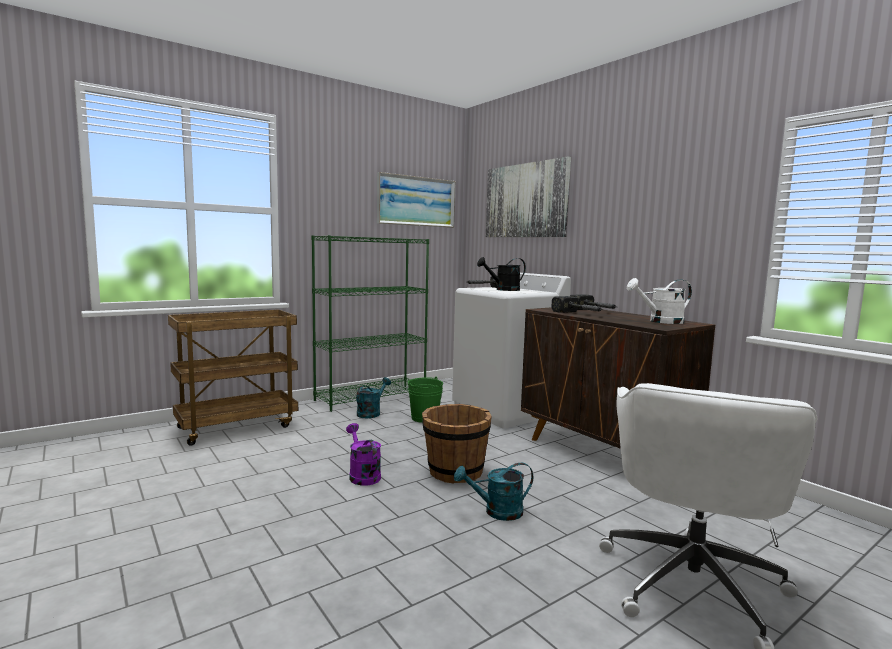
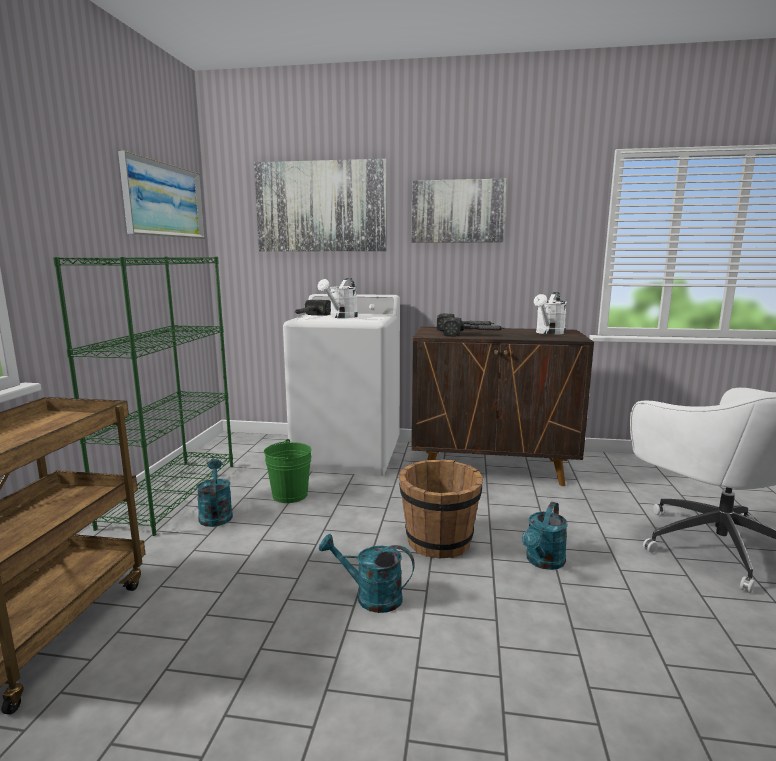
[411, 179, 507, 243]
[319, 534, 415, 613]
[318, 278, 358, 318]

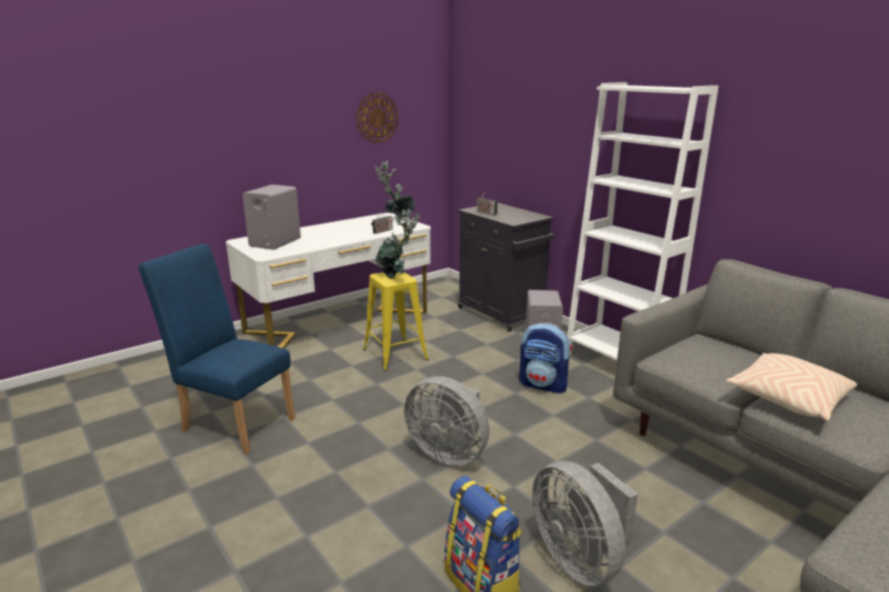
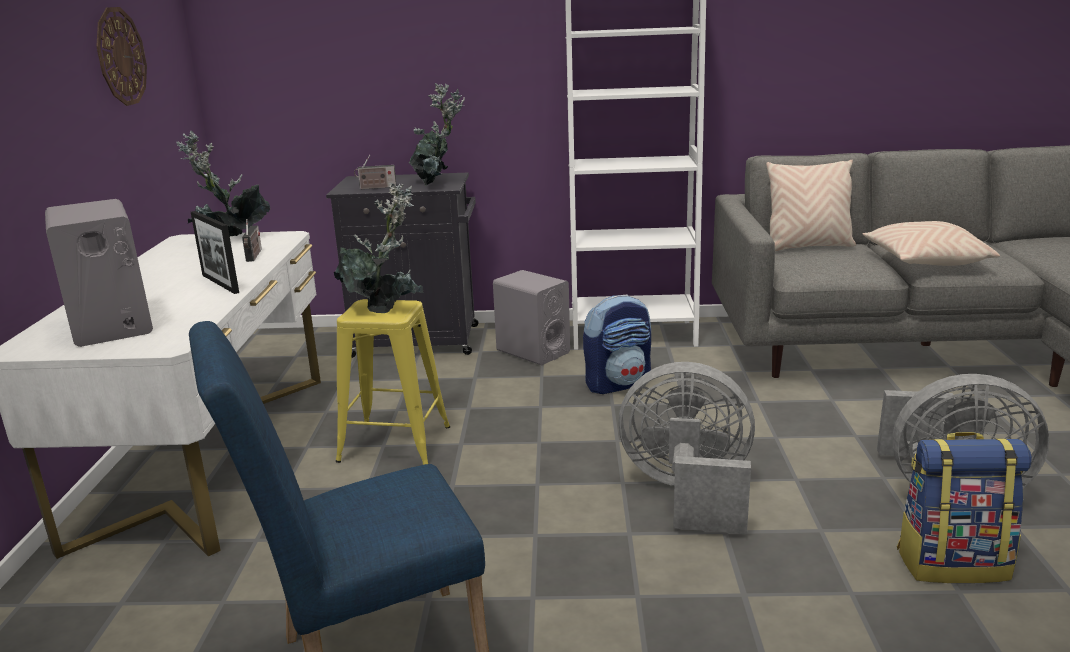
[191, 211, 239, 294]
[409, 83, 465, 186]
[766, 160, 856, 251]
[618, 362, 755, 535]

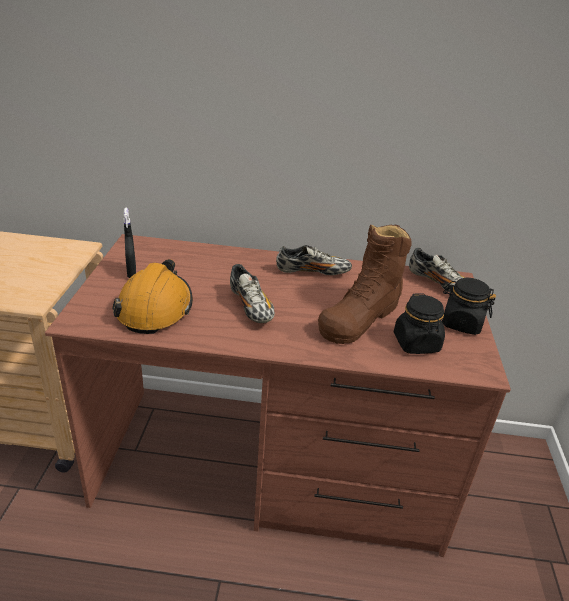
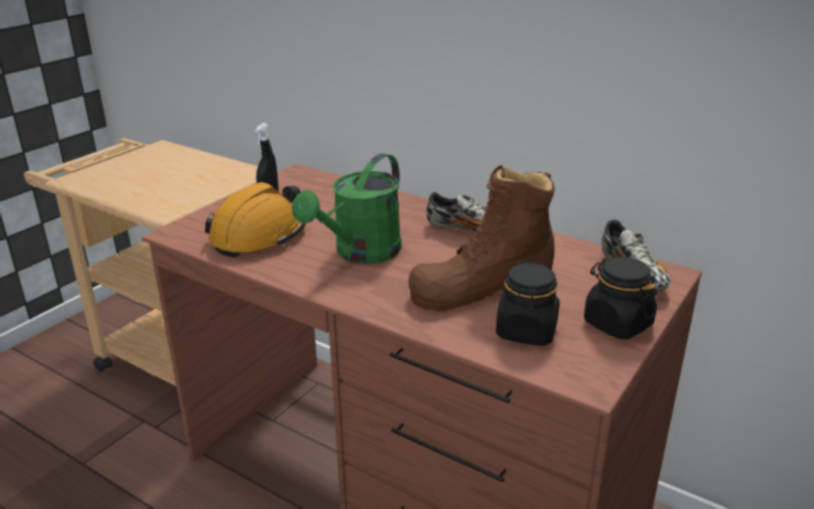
[292, 153, 402, 264]

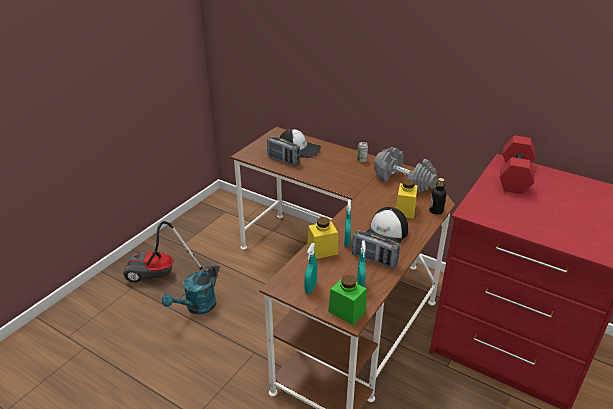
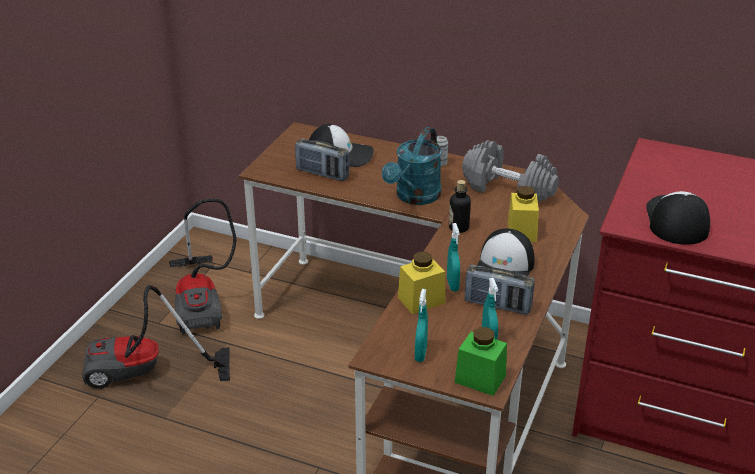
[500, 135, 535, 194] (first image)
[169, 199, 236, 334]
[646, 191, 710, 245]
[382, 127, 442, 205]
[449, 180, 471, 233]

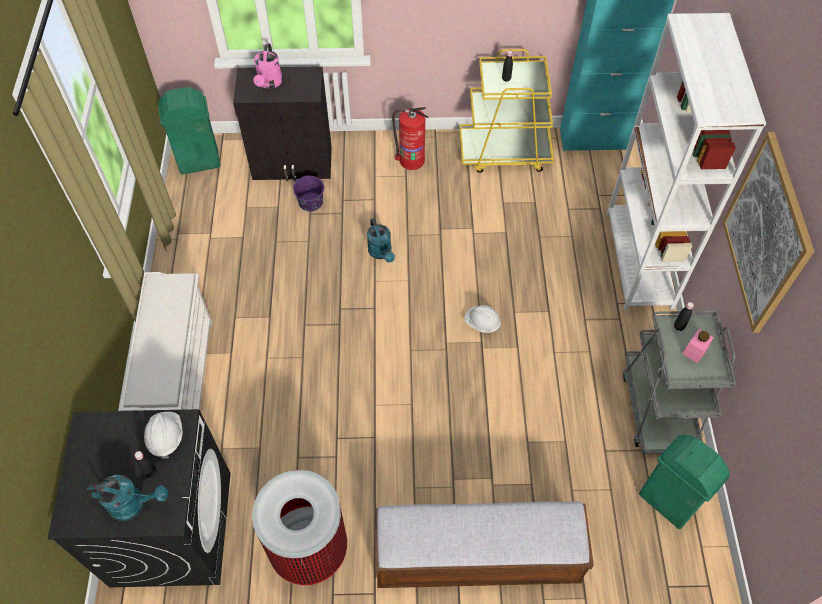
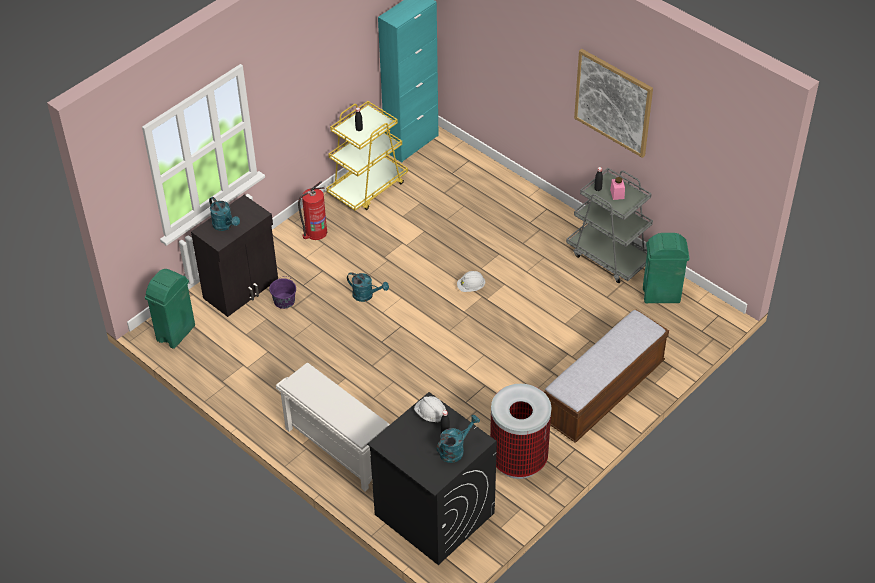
[607, 13, 766, 310] (first image)
[209, 197, 240, 231]

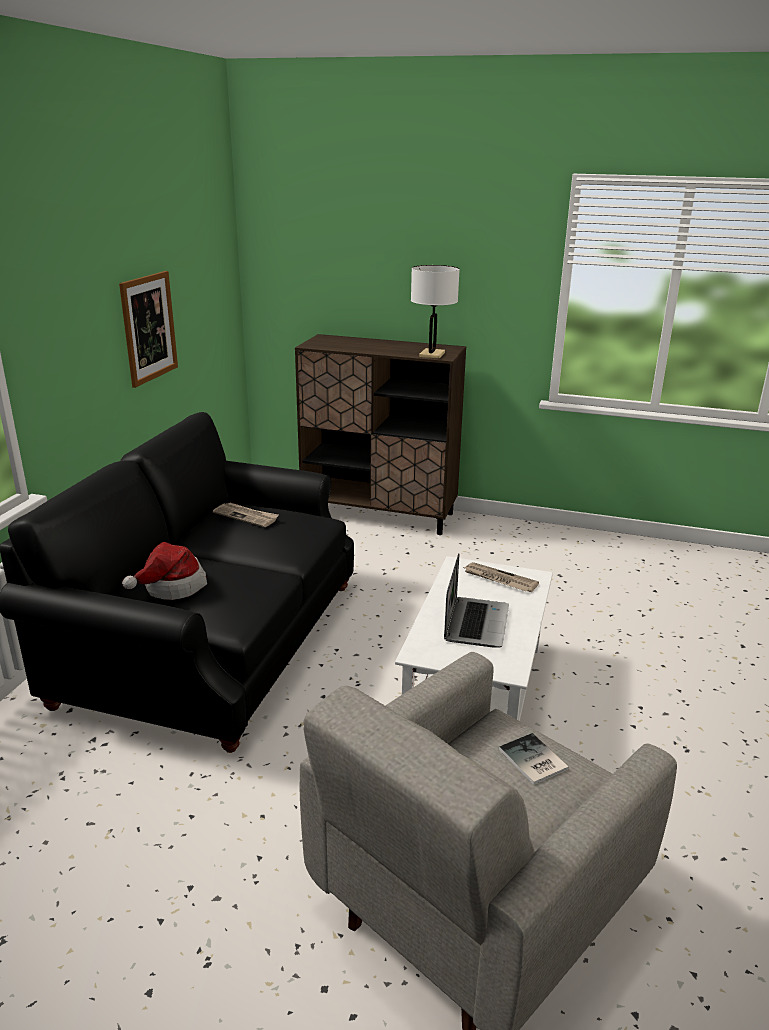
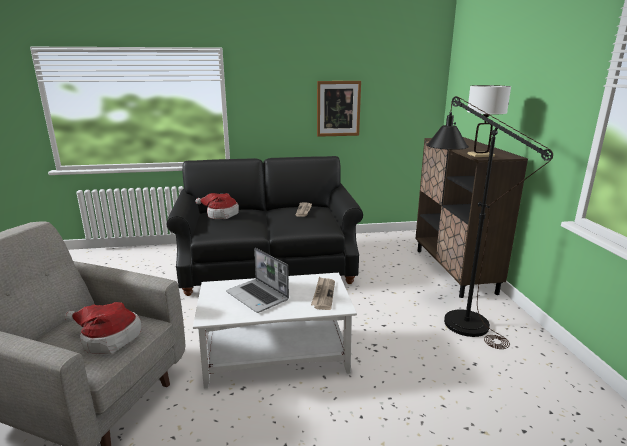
[426, 96, 553, 349]
[64, 302, 141, 354]
[226, 248, 289, 313]

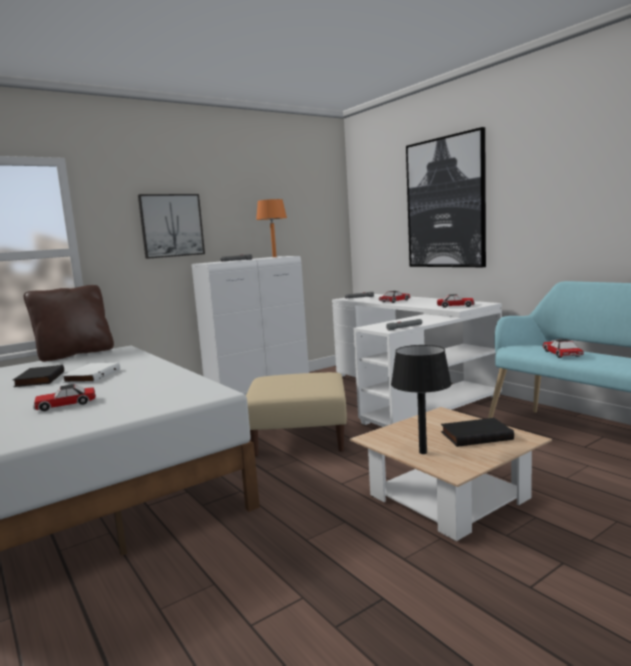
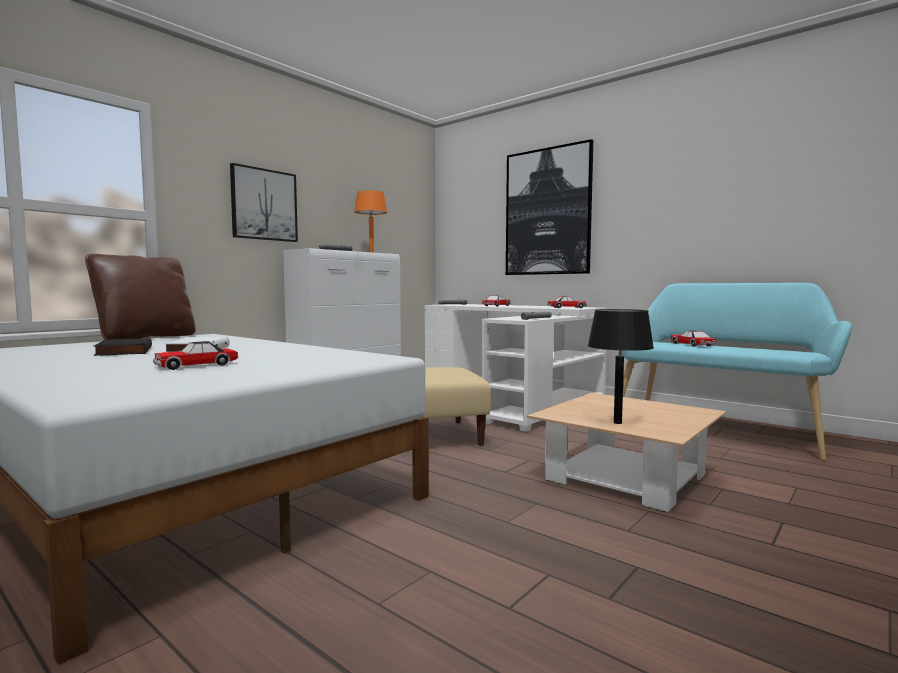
[441, 418, 514, 447] (first image)

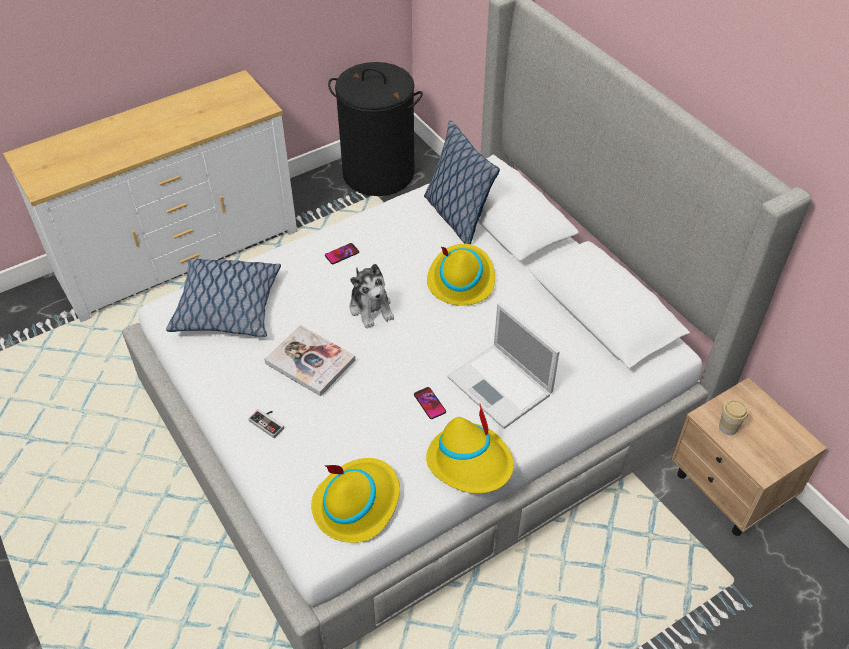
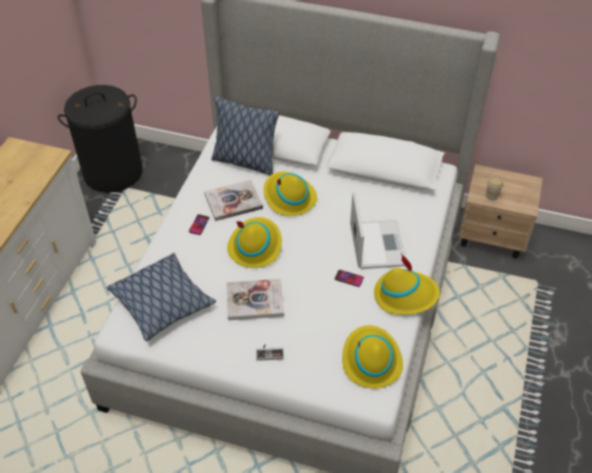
[204, 180, 263, 221]
[227, 217, 282, 268]
[350, 192, 406, 269]

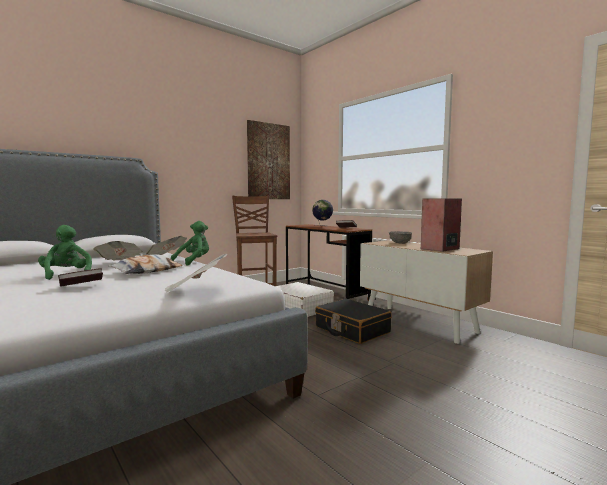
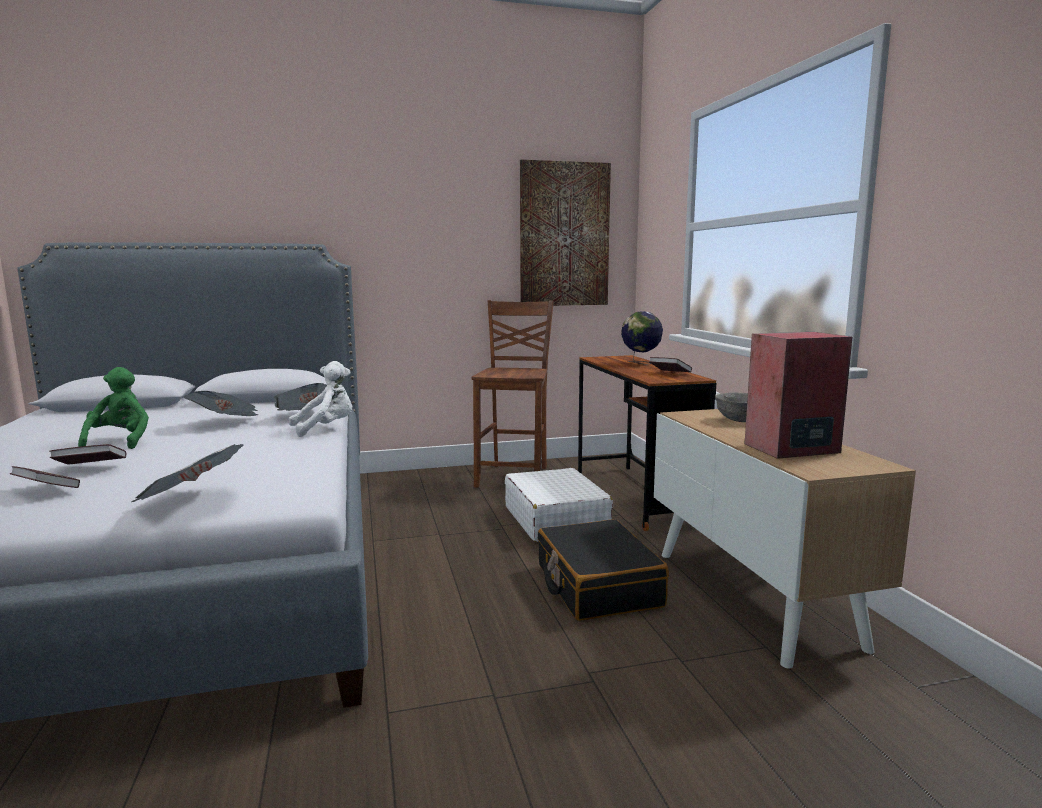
[108, 254, 183, 274] (first image)
[10, 466, 80, 488]
[289, 361, 352, 437]

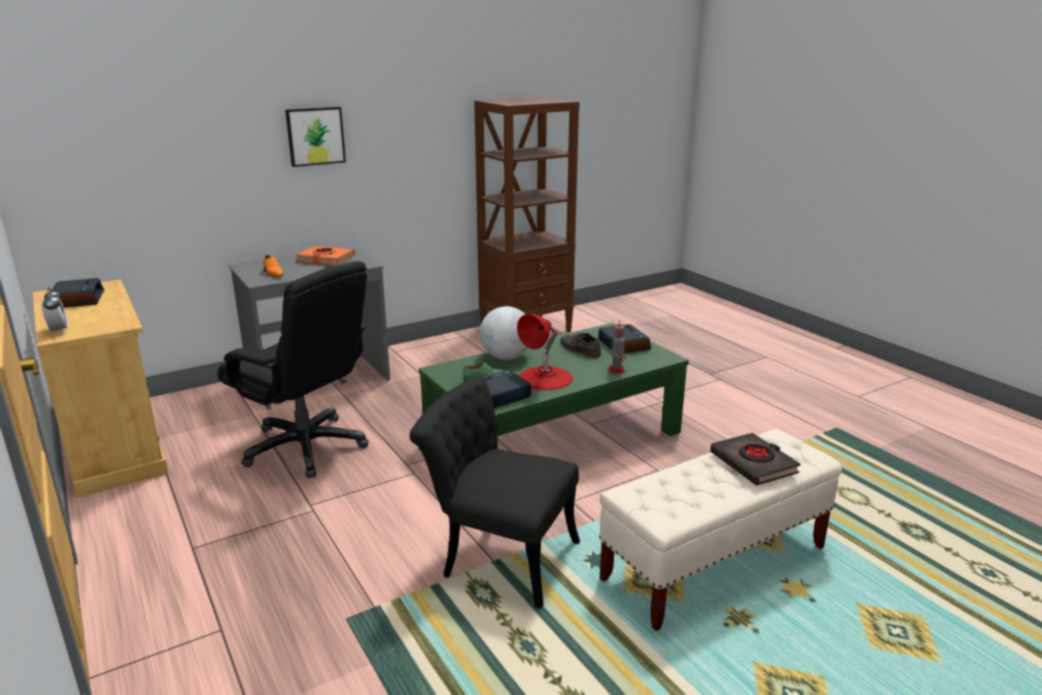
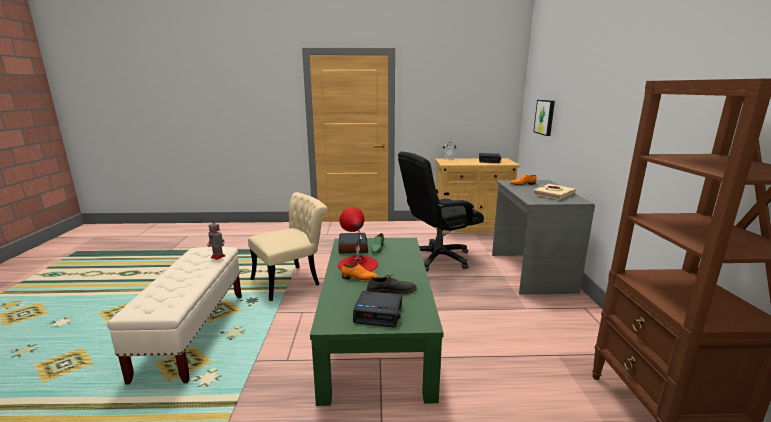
[480, 306, 528, 360] (first image)
[710, 433, 801, 486] (first image)
[341, 264, 378, 281]
[533, 100, 555, 136]
[207, 220, 226, 260]
[533, 184, 576, 200]
[248, 192, 328, 301]

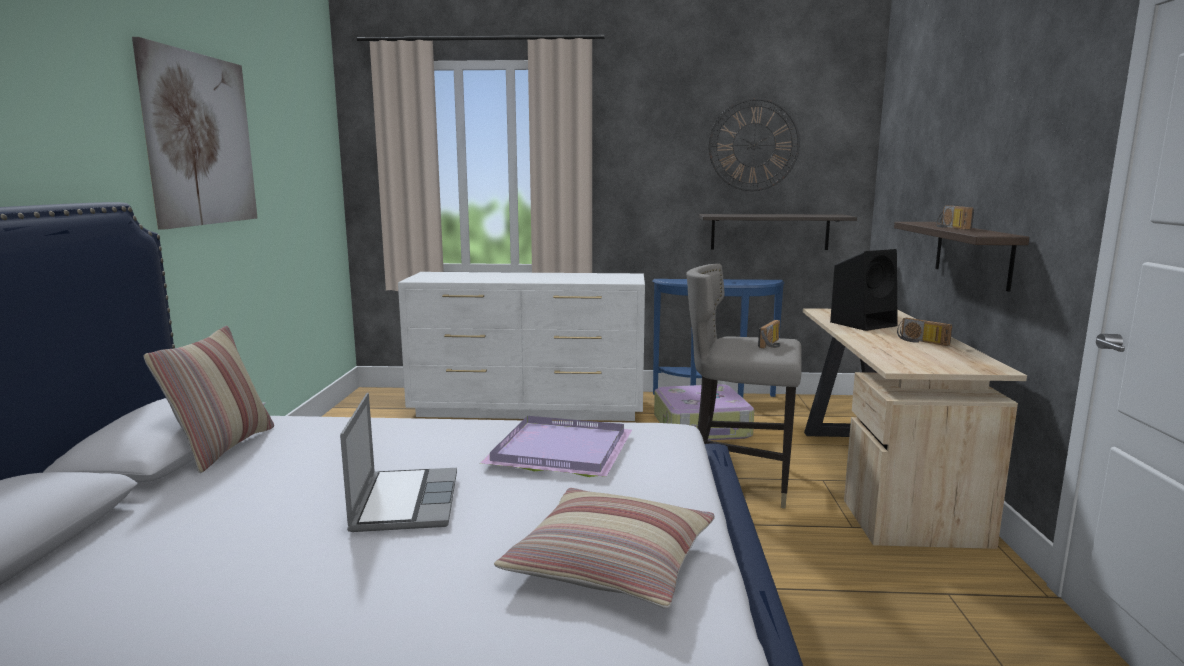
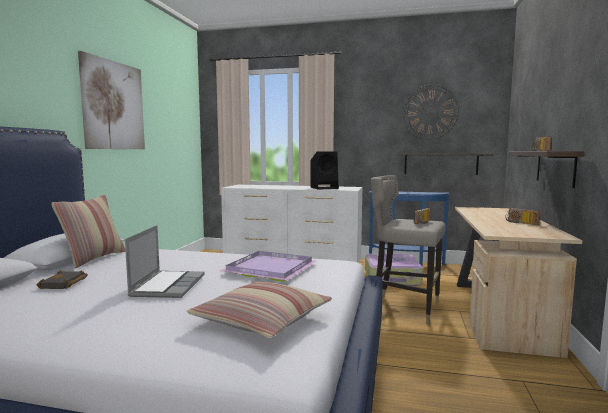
[36, 271, 88, 289]
[311, 151, 339, 190]

